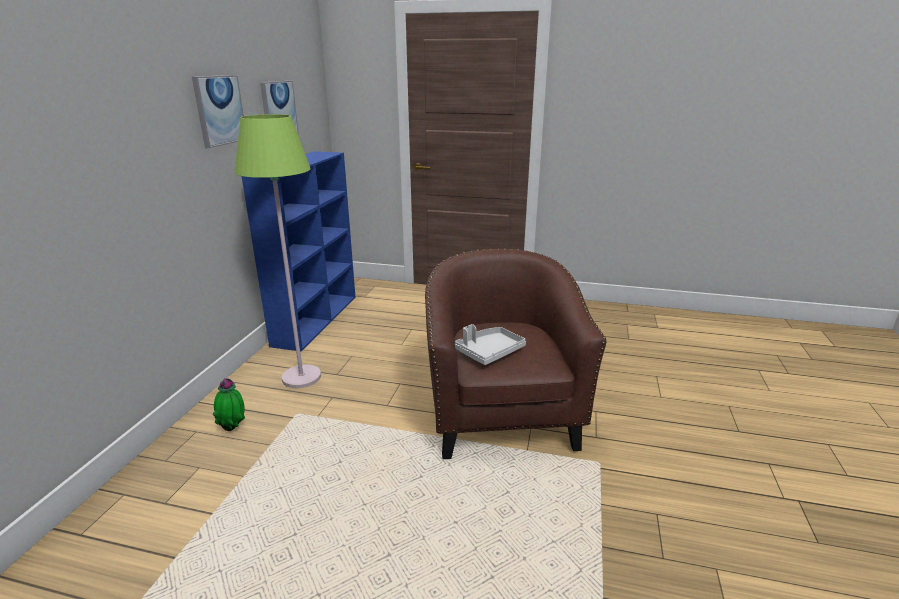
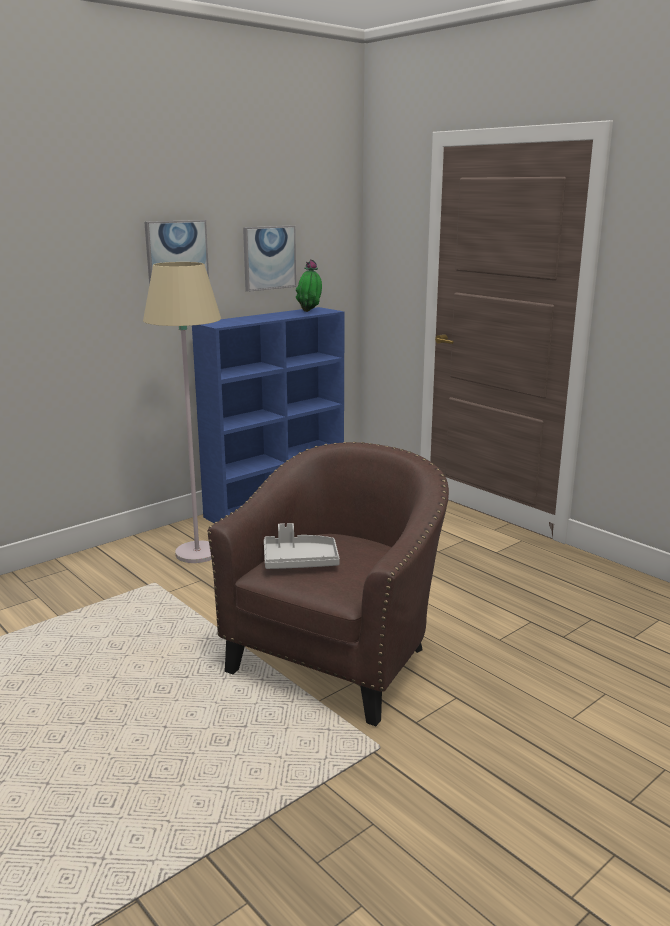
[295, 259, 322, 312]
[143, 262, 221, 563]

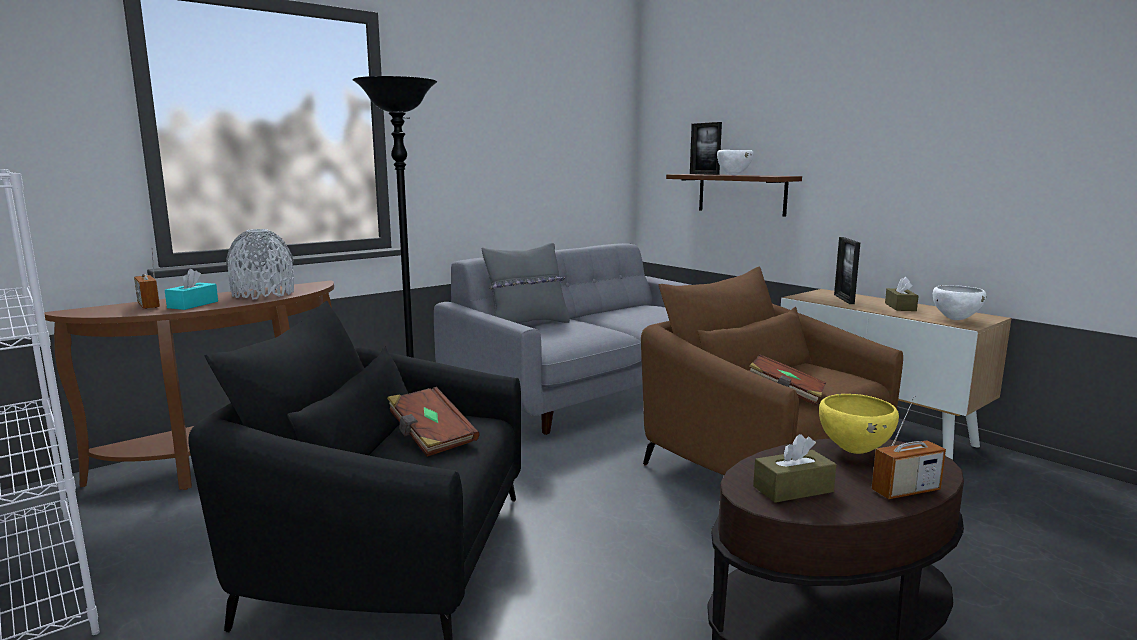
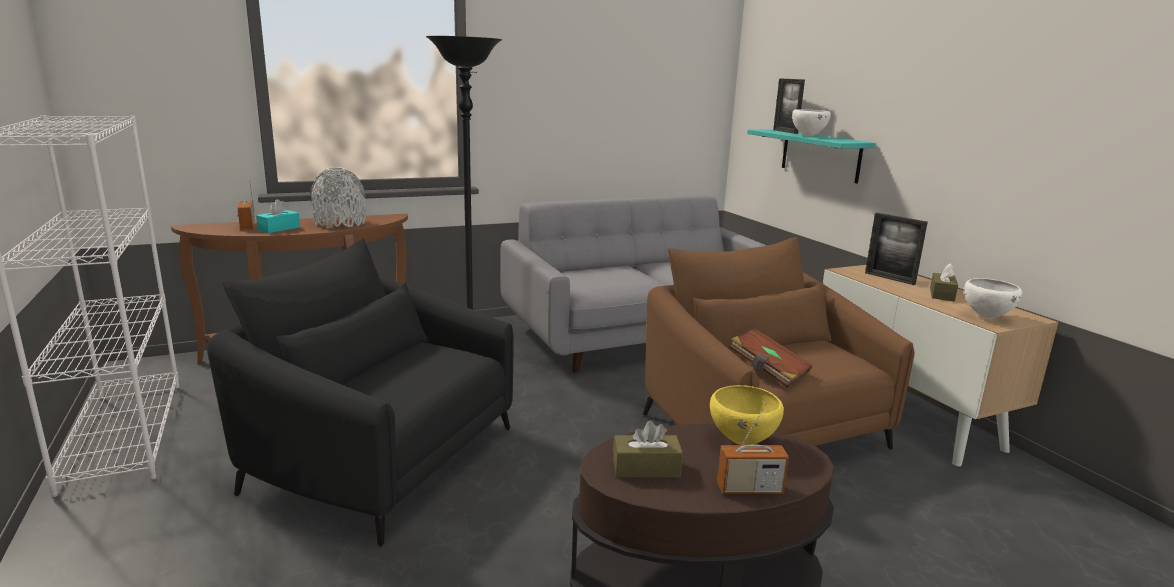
[387, 387, 479, 457] (first image)
[482, 243, 570, 323] (first image)
[747, 129, 876, 183]
[865, 213, 928, 285]

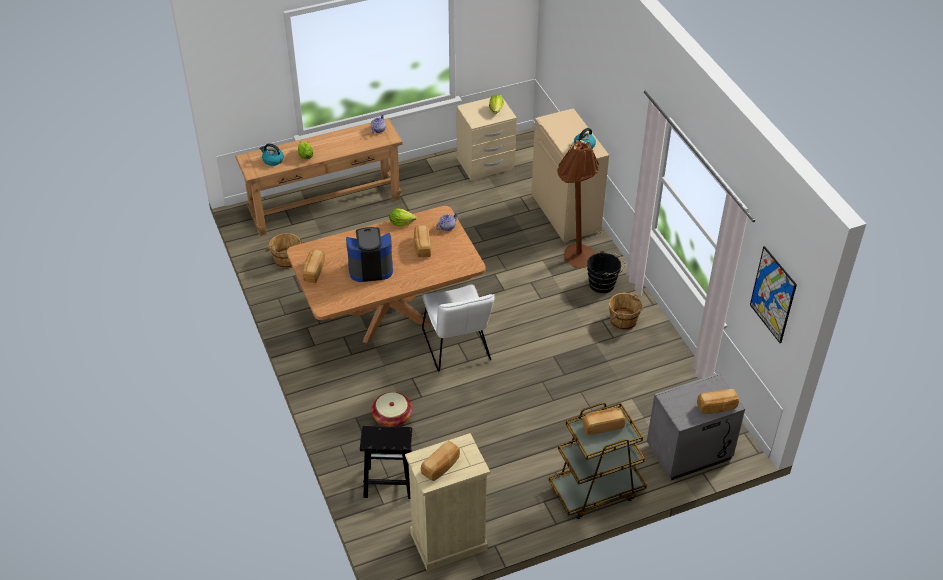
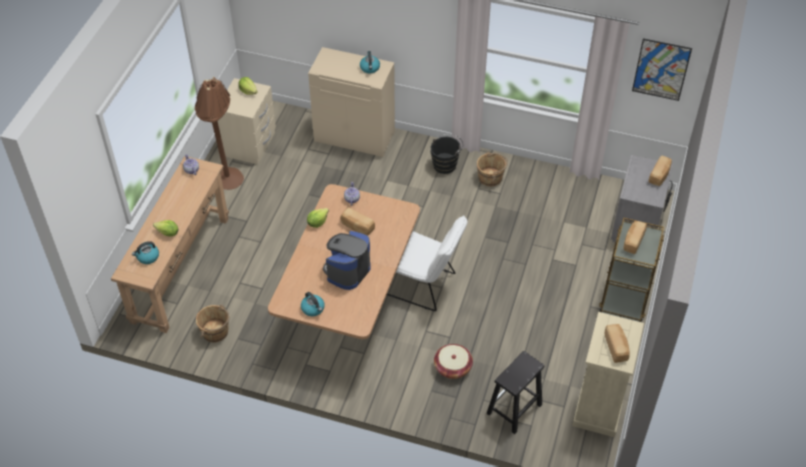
[195, 77, 244, 190]
[301, 292, 325, 316]

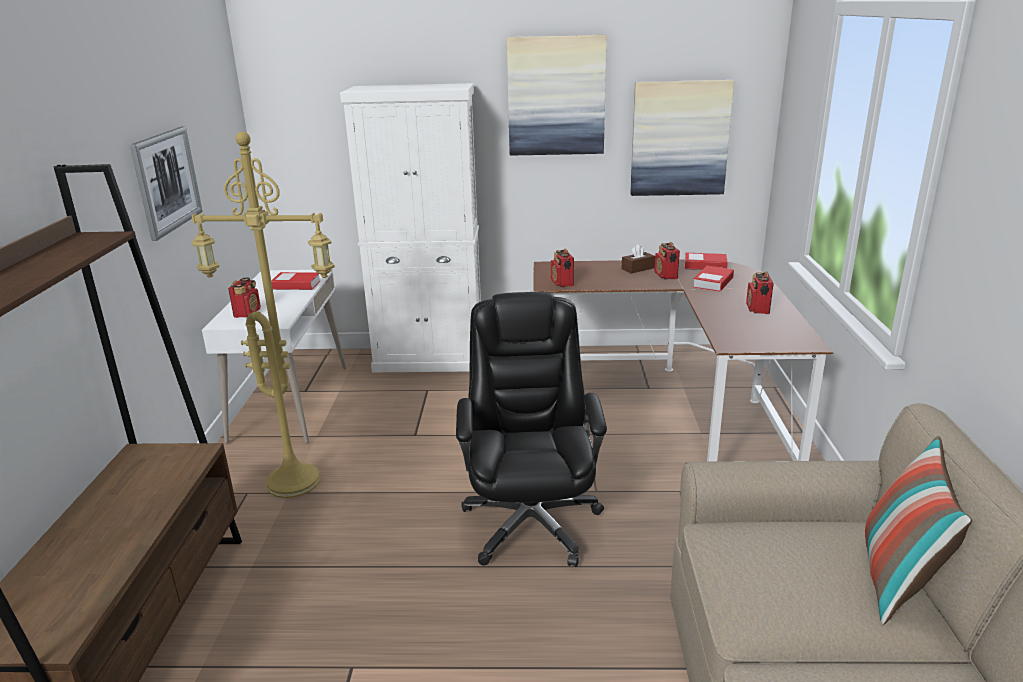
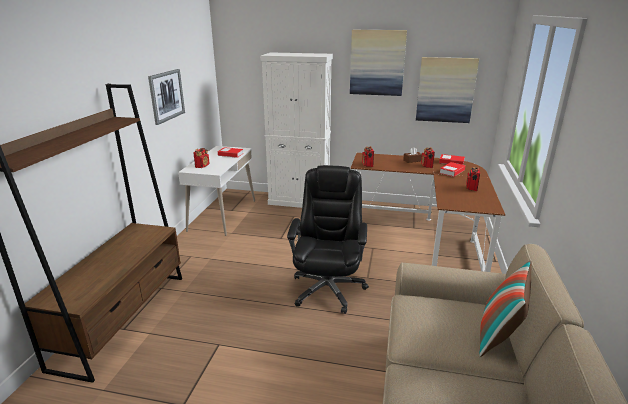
[192, 132, 335, 498] (first image)

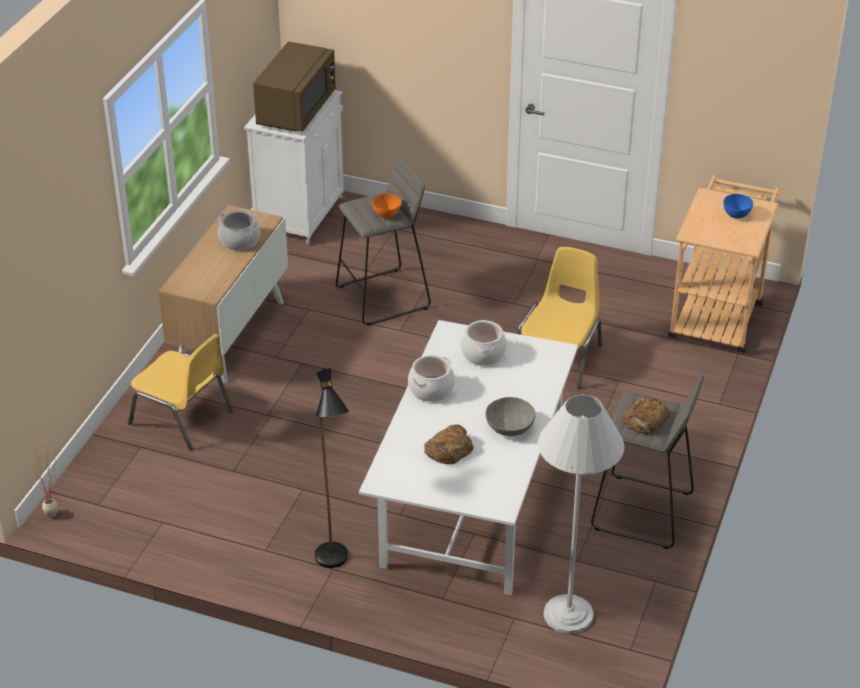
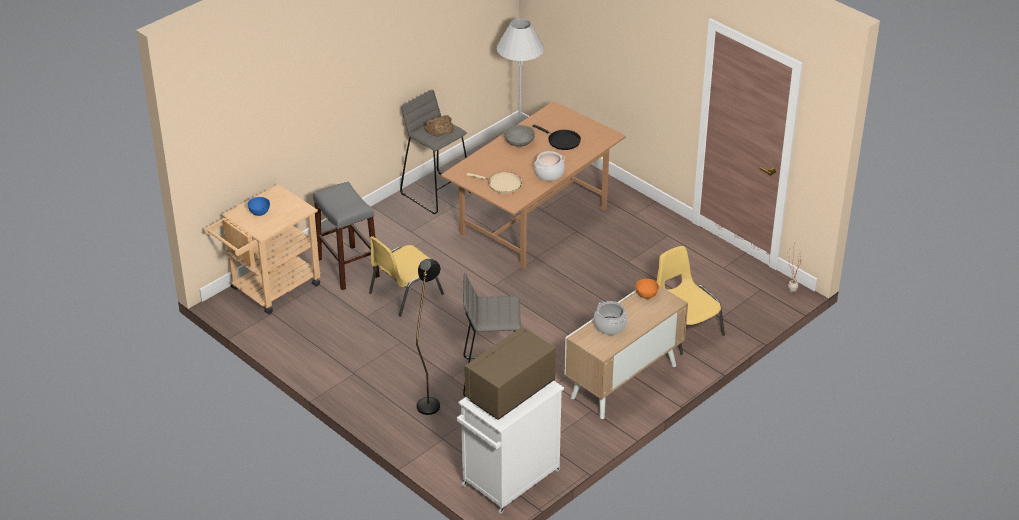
[313, 182, 380, 290]
[416, 259, 441, 415]
[636, 279, 659, 299]
[532, 124, 581, 150]
[466, 172, 522, 194]
[441, 101, 626, 269]

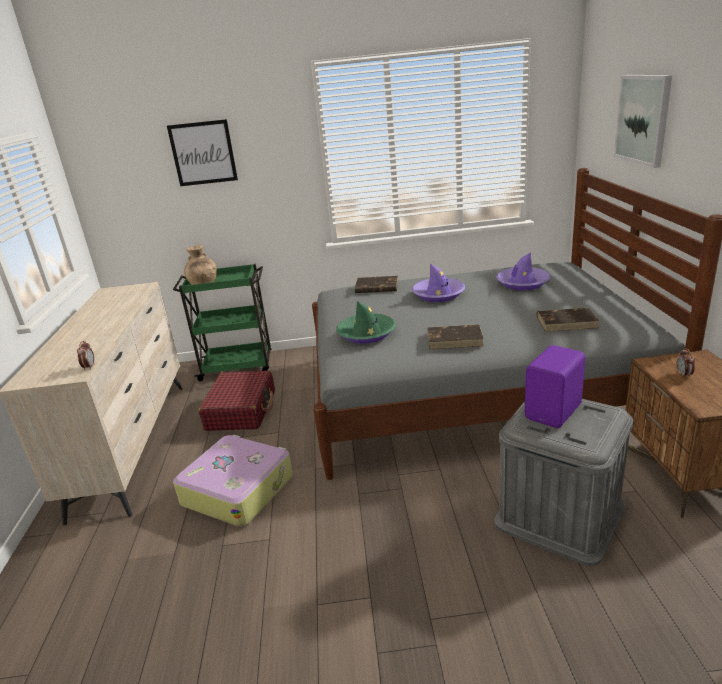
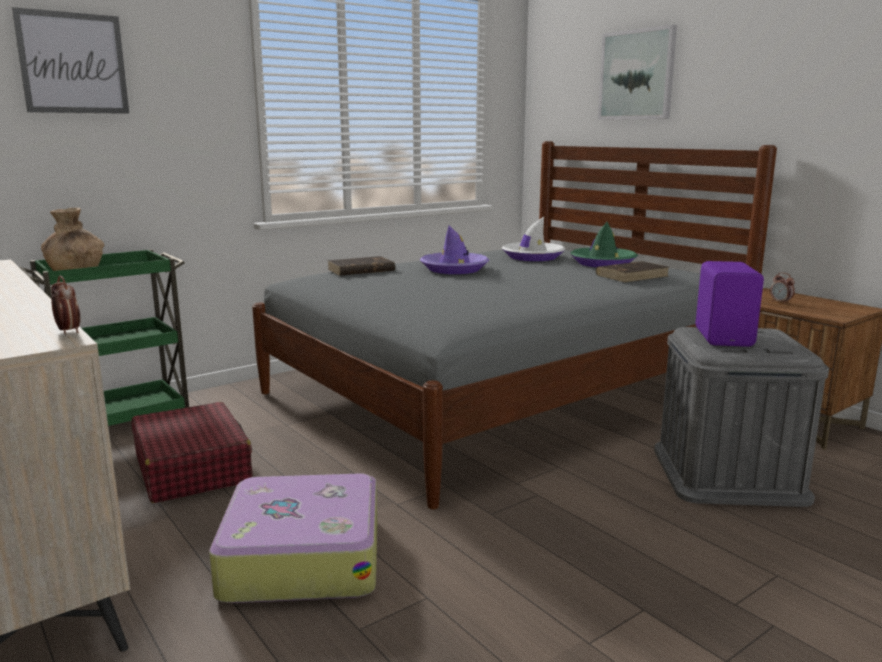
[427, 324, 484, 349] (first image)
[570, 222, 638, 267]
[502, 217, 565, 261]

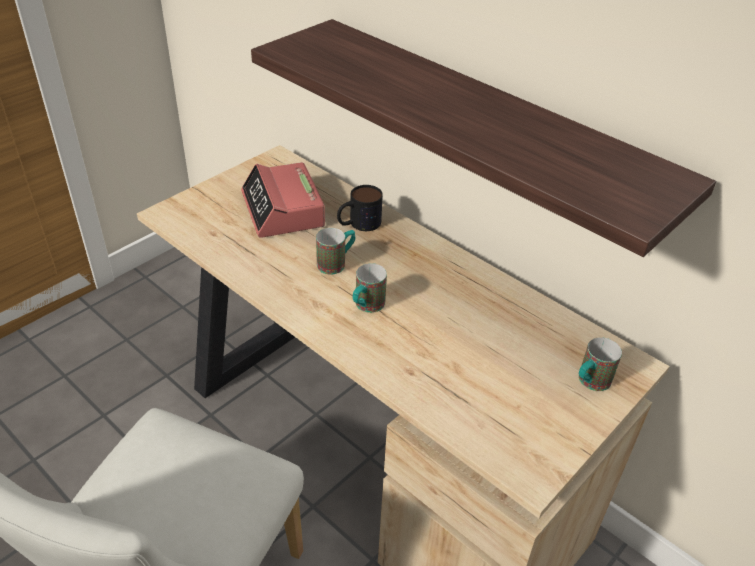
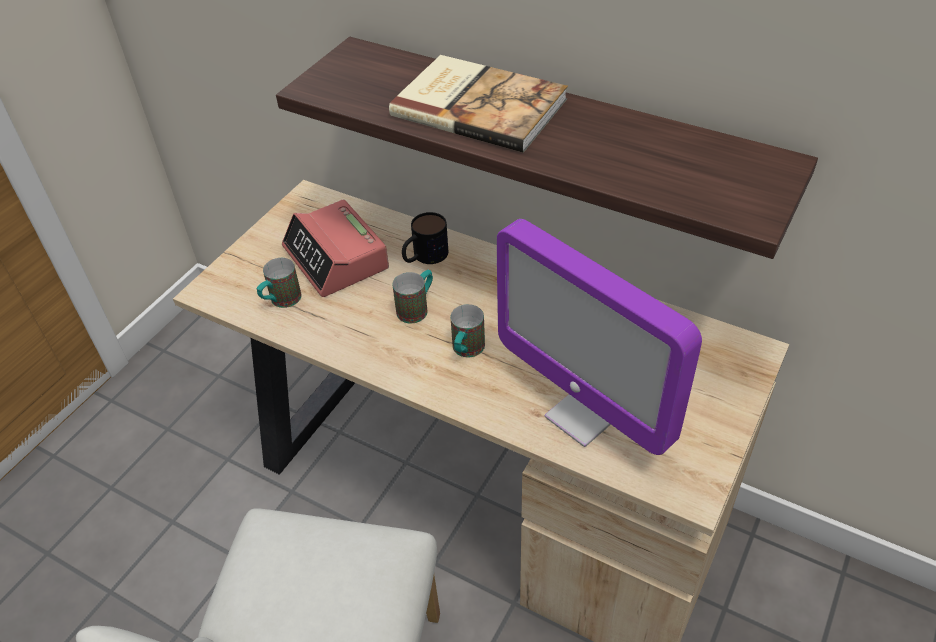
[389, 55, 568, 153]
[497, 219, 702, 455]
[257, 258, 302, 308]

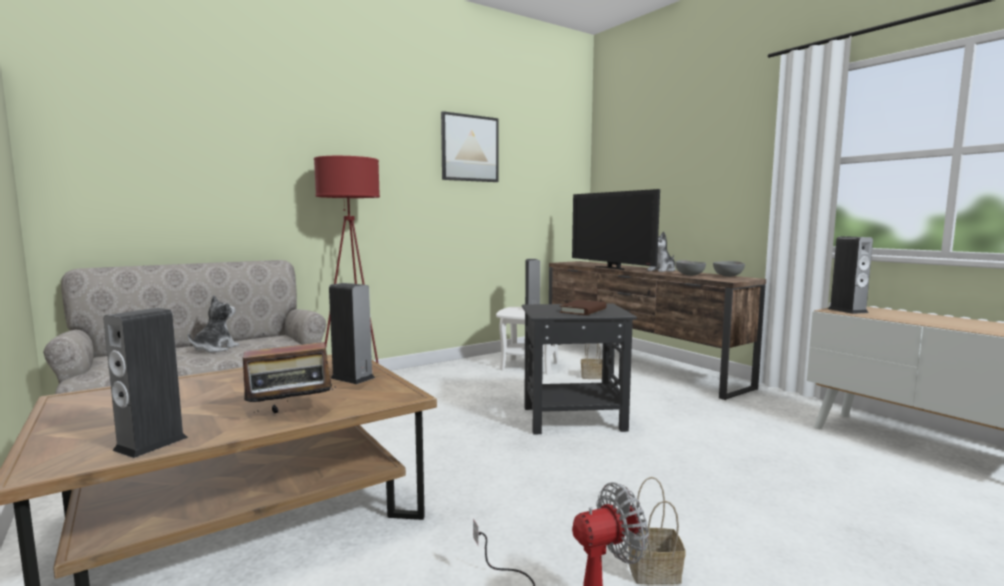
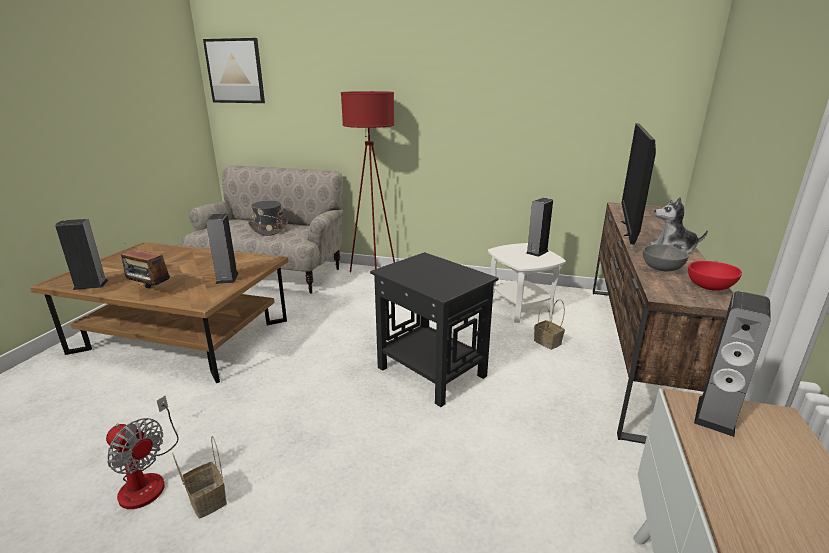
[559, 300, 607, 315] (first image)
[203, 38, 265, 103]
[248, 200, 288, 236]
[688, 261, 742, 291]

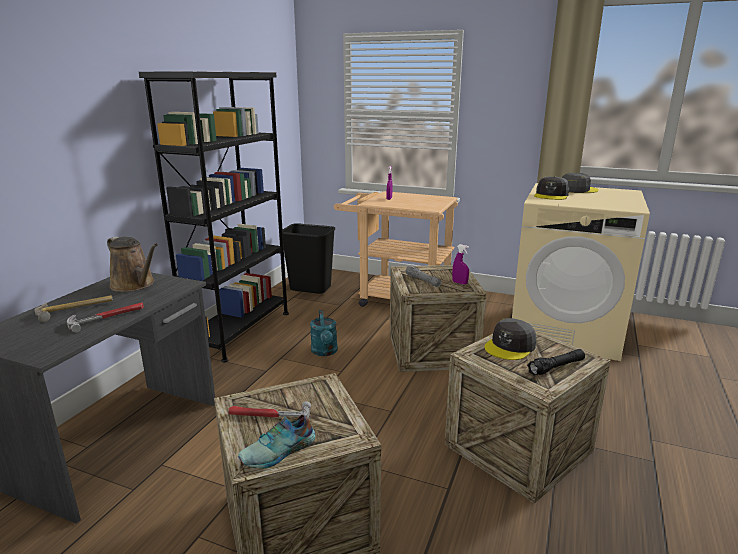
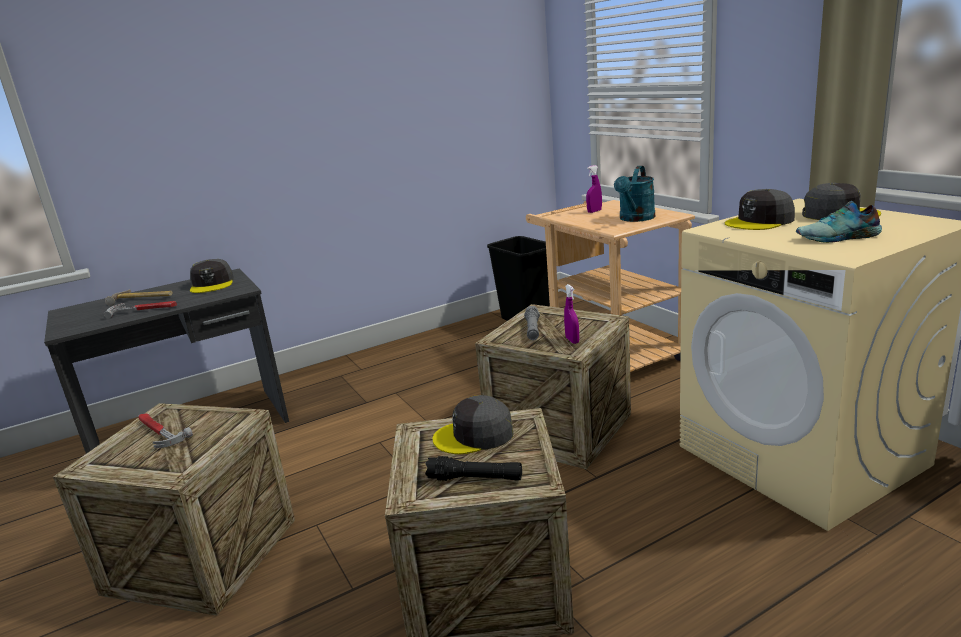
[139, 71, 289, 362] (first image)
[796, 201, 882, 243]
[614, 166, 655, 222]
[190, 259, 234, 293]

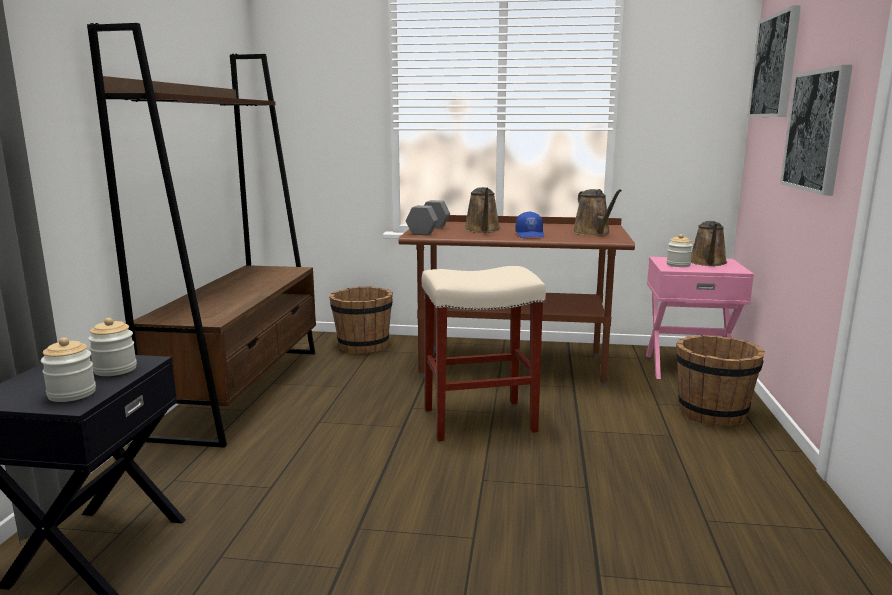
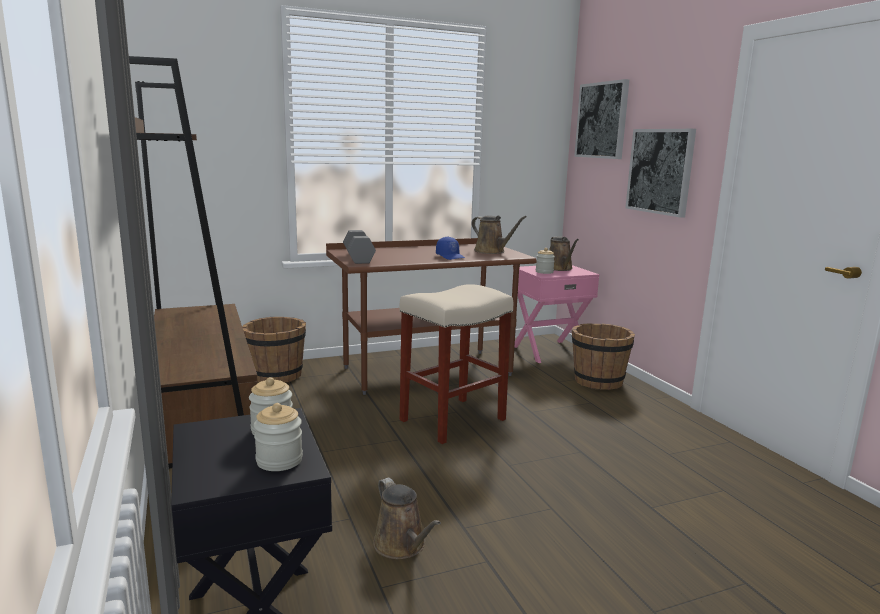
[373, 478, 441, 559]

